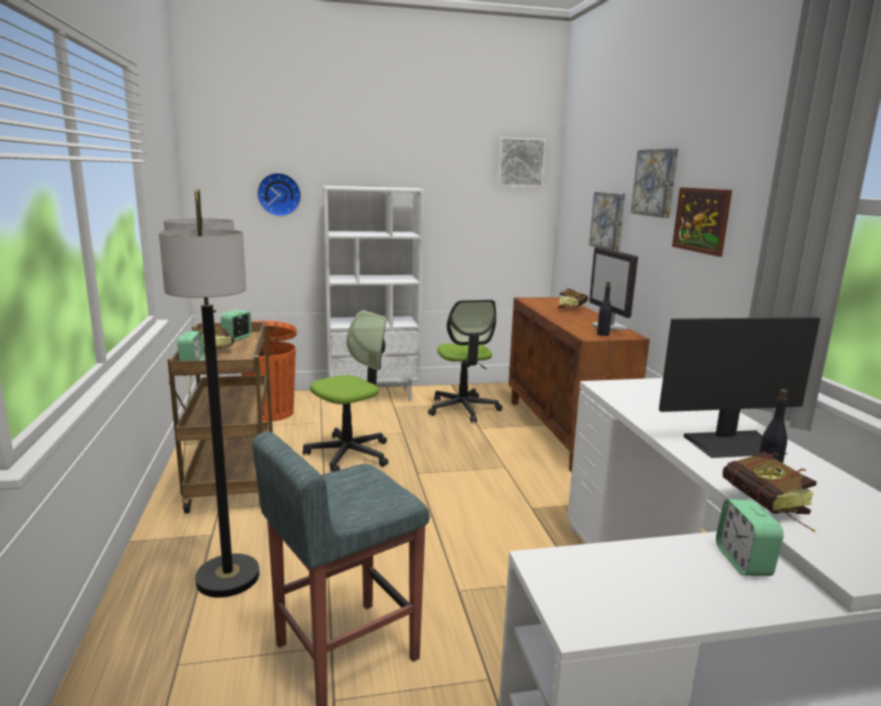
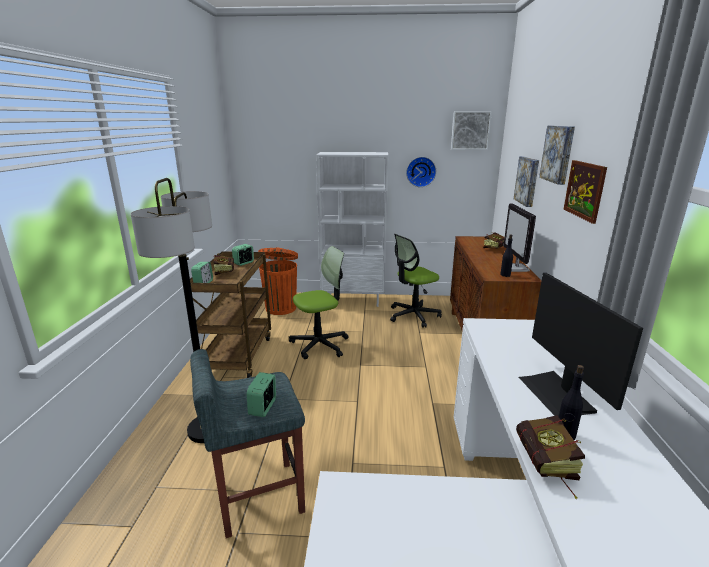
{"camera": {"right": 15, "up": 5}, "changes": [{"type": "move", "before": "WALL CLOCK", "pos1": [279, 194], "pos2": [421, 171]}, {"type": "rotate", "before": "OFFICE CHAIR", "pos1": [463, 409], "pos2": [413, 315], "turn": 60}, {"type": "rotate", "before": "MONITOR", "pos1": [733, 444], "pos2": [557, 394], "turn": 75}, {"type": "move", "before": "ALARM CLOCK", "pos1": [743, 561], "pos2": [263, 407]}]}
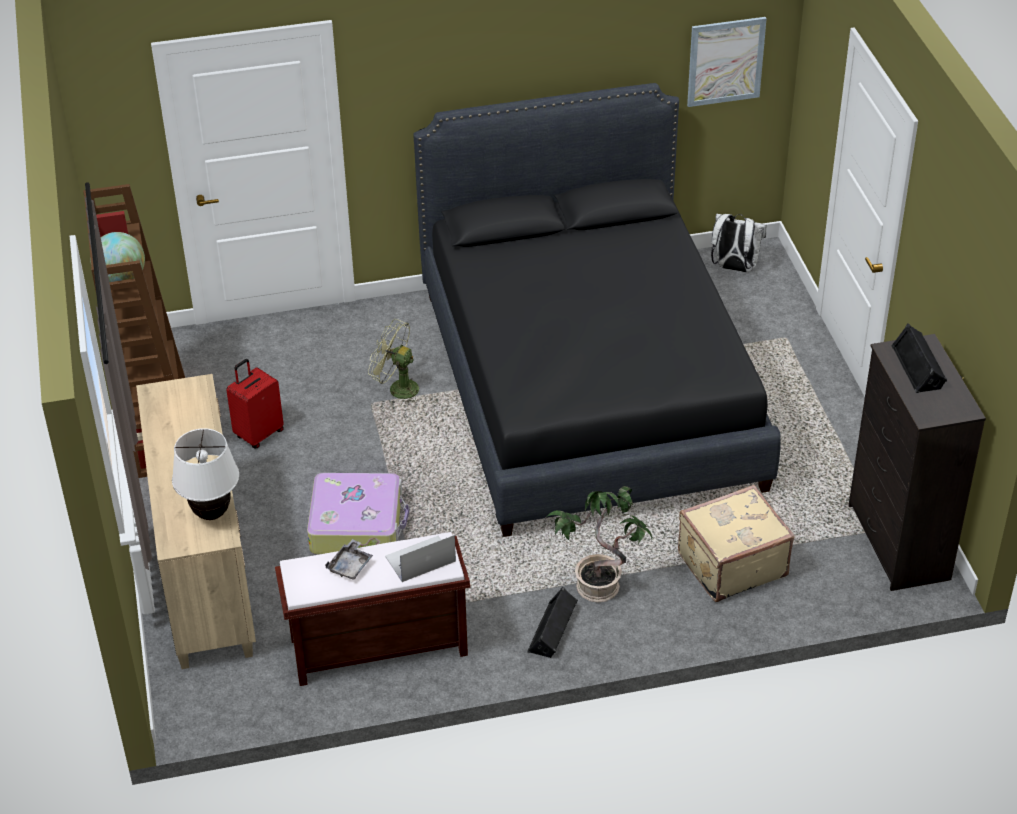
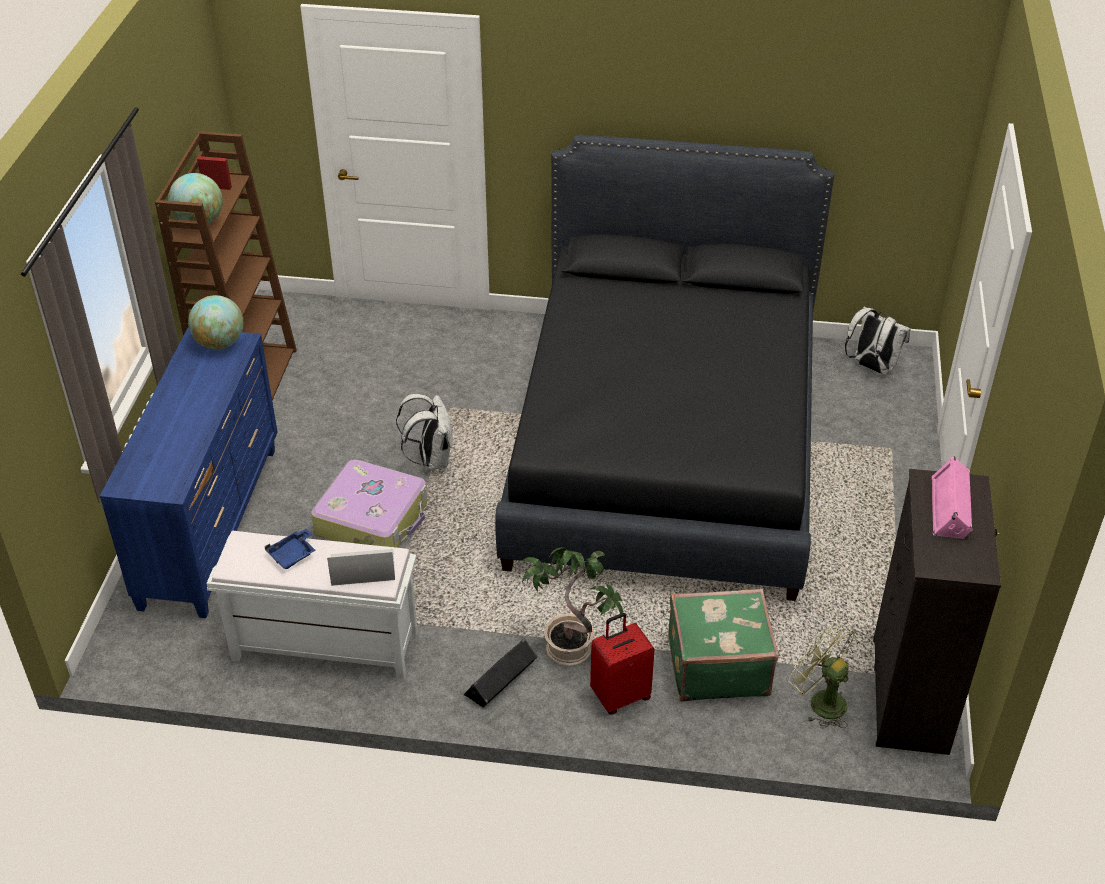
{"camera": {"right": 20, "up": 0}, "changes": [{"type": "recolor", "before": "BEIGE DRESSER", "after": "BLUE DRESSER", "pos1": [206, 573], "pos2": [211, 526]}, {"type": "delete", "before": "WHITE TABLE LAMP", "pos1": [211, 513]}, {"type": "move", "before": "RED SUITCASE", "pos1": [258, 434], "pos2": [620, 695]}, {"type": "recolor", "before": "BROWN BENCH", "after": "WHITE BENCH", "pos1": [377, 648], "pos2": [323, 646]}, {"type": "recolor", "before": "GREY TRAY", "after": "BLUE TRAY", "pos1": [350, 566], "pos2": [293, 554]}, {"type": "move", "before": "GREEN FAN", "pos1": [397, 389], "pos2": [820, 701]}, {"type": "recolor", "before": "BEIGE SUITCASE", "after": "GREEN SUITCASE", "pos1": [730, 564], "pos2": [717, 665]}, {"type": "delete", "before": "PICTURE", "pos1": [725, 61]}, {"type": "recolor", "before": "BLACK SPEAKER", "after": "PINK SPEAKER", "pos1": [919, 366], "pos2": [952, 507]}, {"type": "insert", "after": "GLOBE", "pos2": [220, 343]}, {"type": "insert", "after": "WHITE BACKPACK", "pos2": [431, 459]}]}
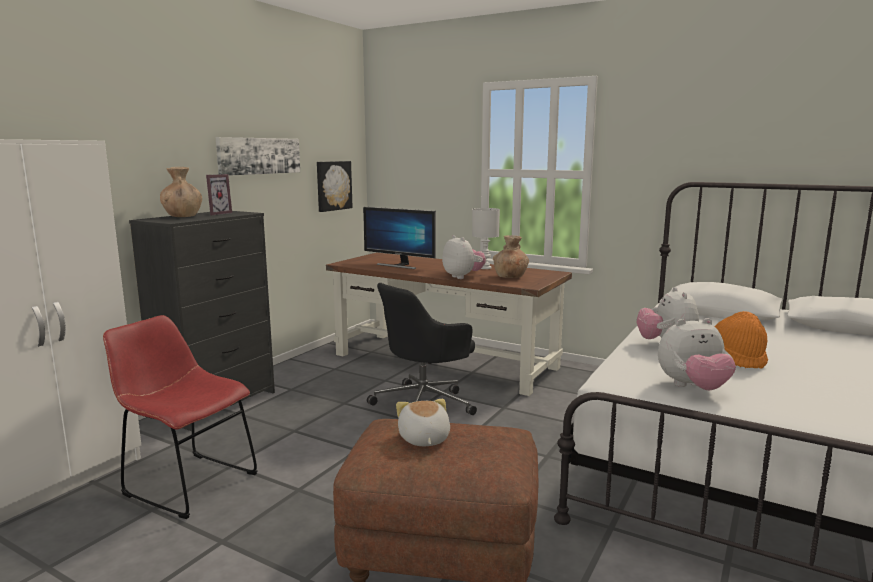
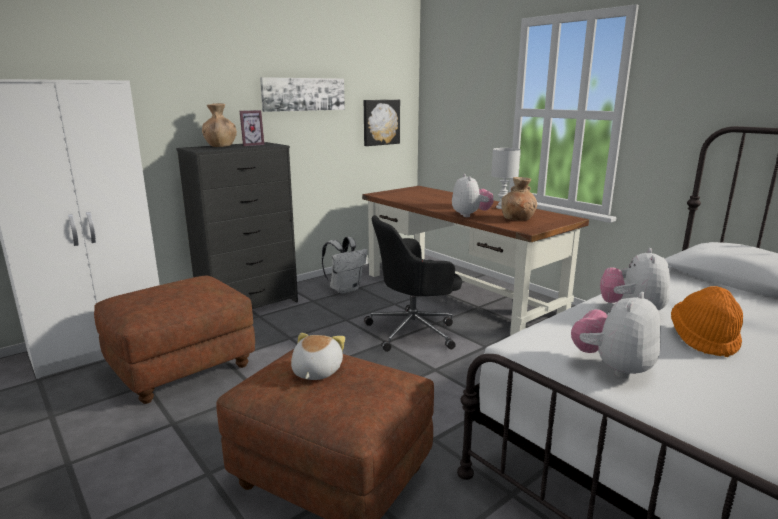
{"camera": {"right": 20, "up": 5}, "changes": [{"type": "replace", "before": "RED CHAIR", "after": "BROWN OTTOMAN", "pos1": [186, 483], "pos2": [183, 368]}, {"type": "delete", "before": "MONITOR", "pos1": [400, 265]}, {"type": "rotate", "before": "PLUSH TOY", "pos1": [693, 388], "pos2": [613, 368], "turn": 120}, {"type": "insert", "after": "WHITE BACKPACK", "pos2": [345, 289]}]}
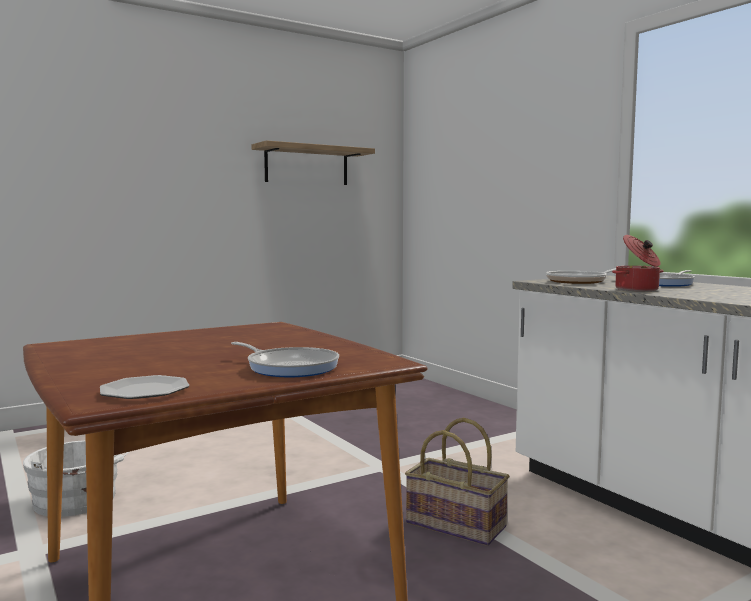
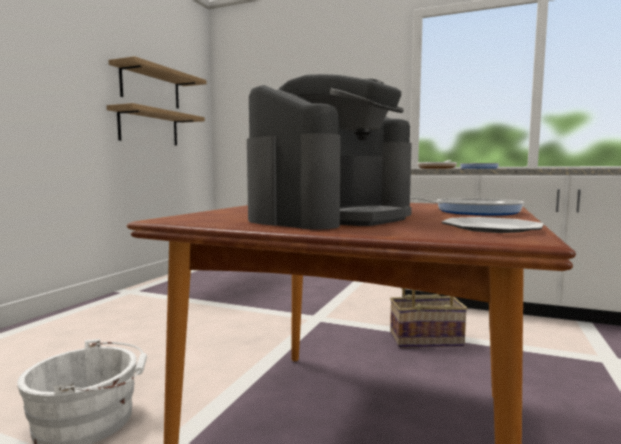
{"camera": {"right": -35, "up": 0}, "changes": [{"type": "delete", "before": "COOKING POT", "pos1": [637, 289]}, {"type": "insert", "after": "SHELF", "pos2": [149, 128]}, {"type": "insert", "after": "COFFEE MACHINE", "pos2": [332, 217]}]}
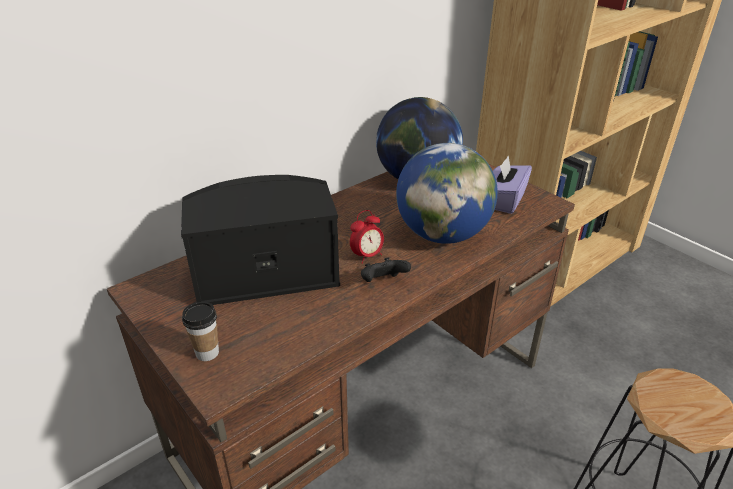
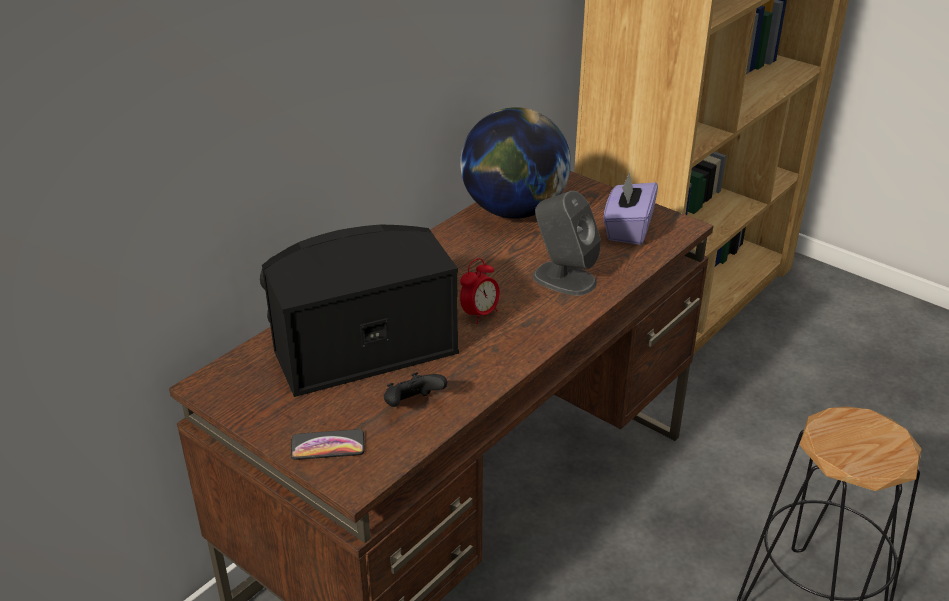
{"camera": {"right": -10, "up": 0}, "changes": [{"type": "replace", "before": "CUP", "after": "PHONE", "pos1": [207, 353], "pos2": [328, 446]}, {"type": "move", "before": "BLACK GAME CONTROLLER", "pos1": [383, 282], "pos2": [412, 405]}, {"type": "replace", "before": "GLOBE", "after": "GREY SPEAKER", "pos1": [442, 234], "pos2": [563, 278]}]}
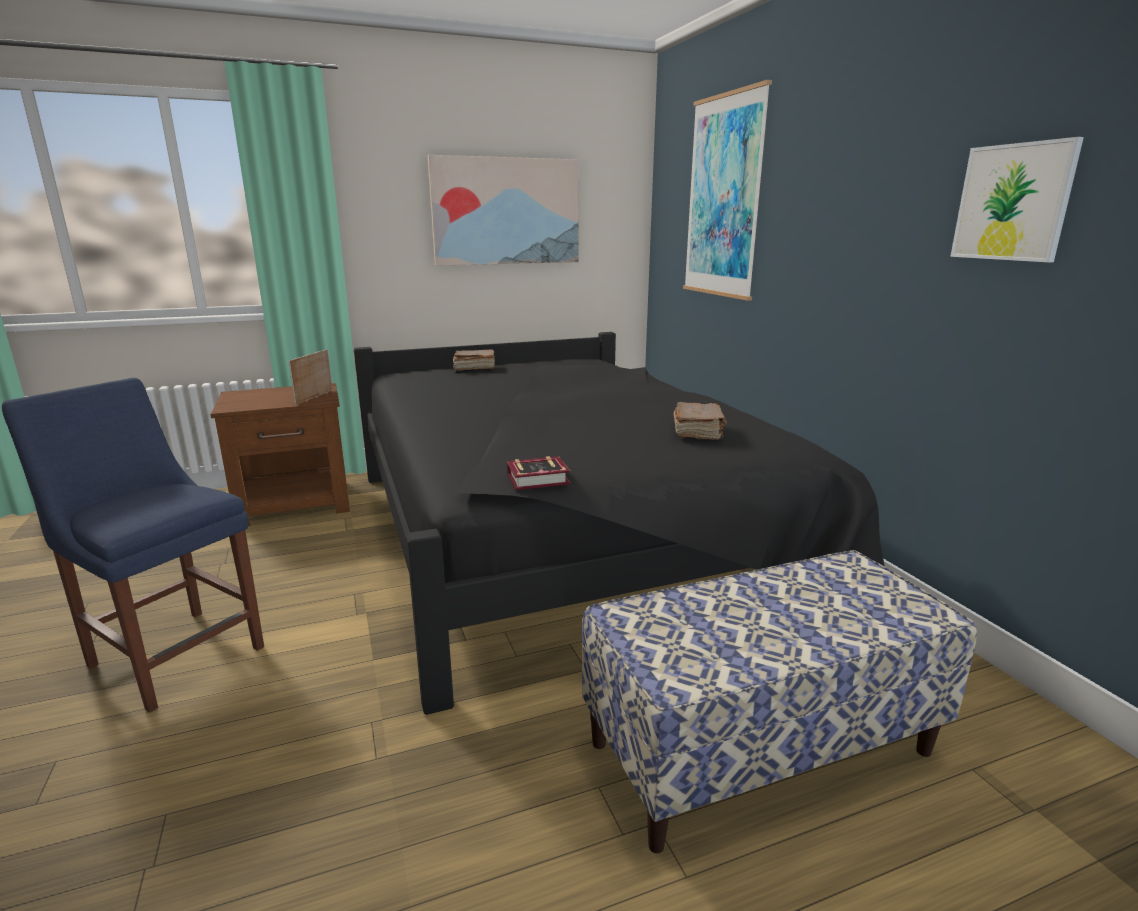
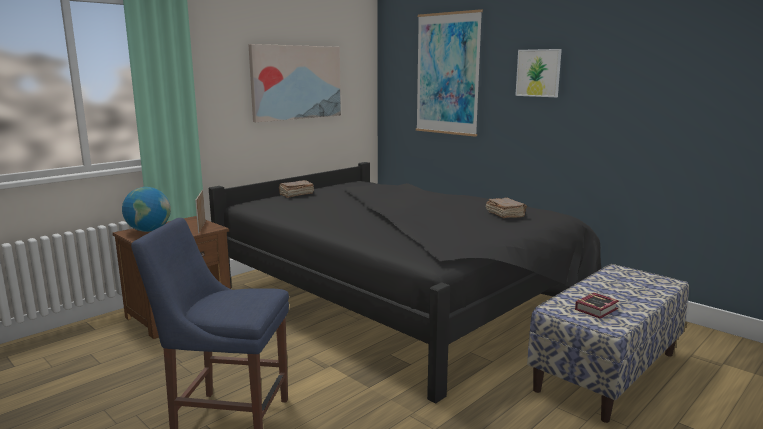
{"camera": {"right": -25, "up": -5}, "changes": [{"type": "move", "before": "BOOK", "pos1": [541, 479], "pos2": [598, 309]}, {"type": "move", "before": "PICTURE", "pos1": [1013, 202], "pos2": [538, 73]}, {"type": "insert", "after": "GLOBE", "pos2": [149, 230]}]}
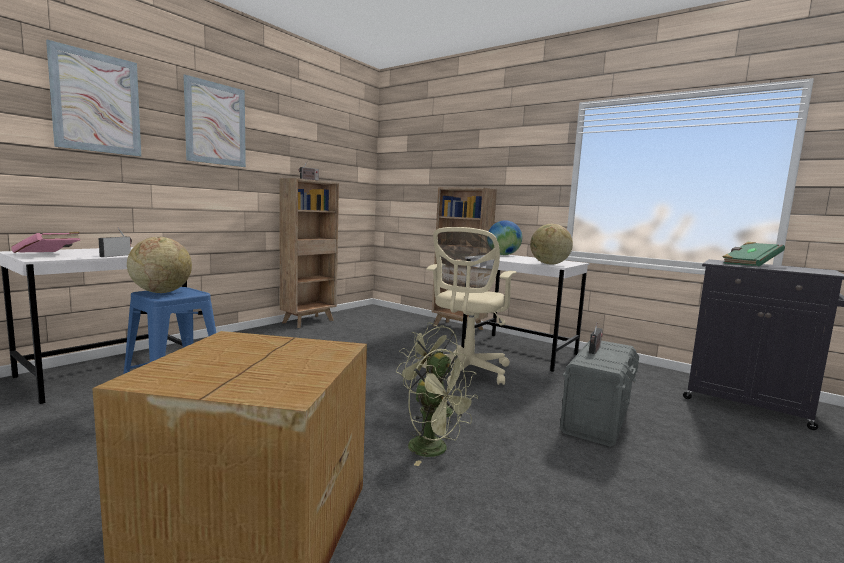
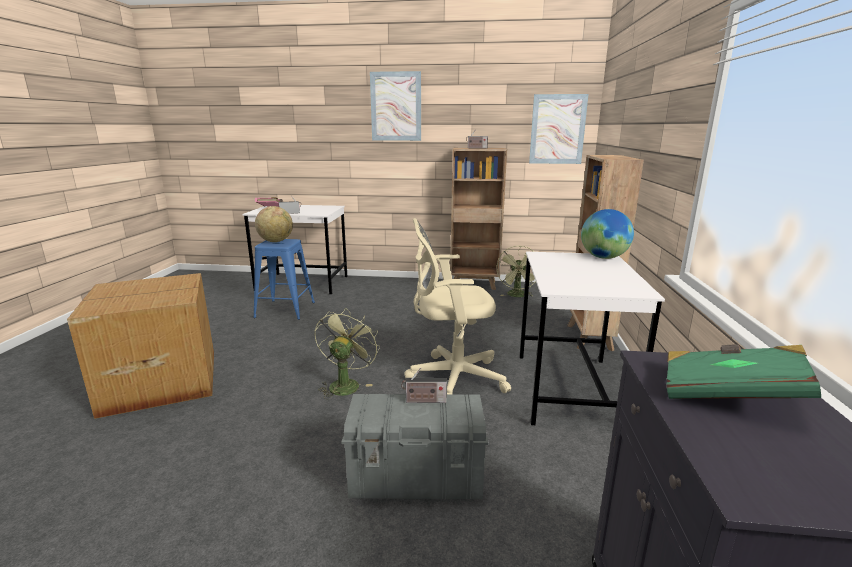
{"camera": {"right": 60, "up": 10}, "changes": [{"type": "move", "before": "PICTURE", "pos1": [97, 103], "pos2": [557, 129]}, {"type": "move", "before": "GREEN FAN", "pos1": [436, 450], "pos2": [517, 296]}, {"type": "delete", "before": "GLOBE", "pos1": [549, 264]}]}
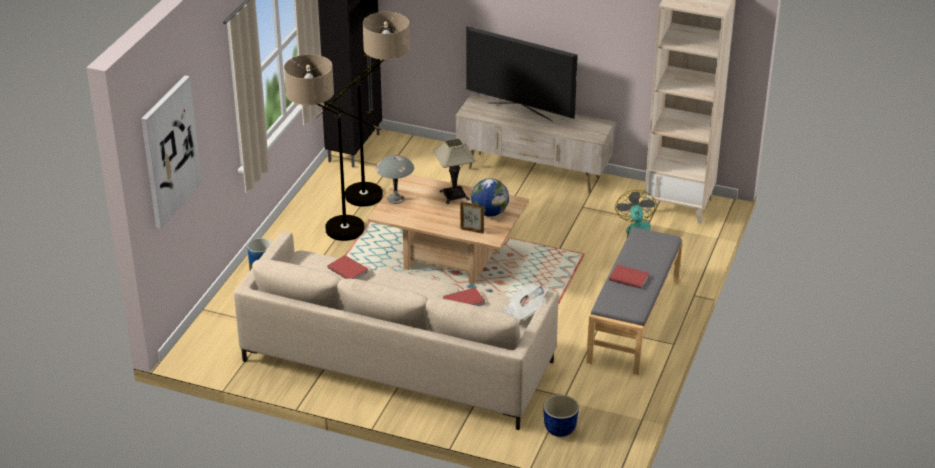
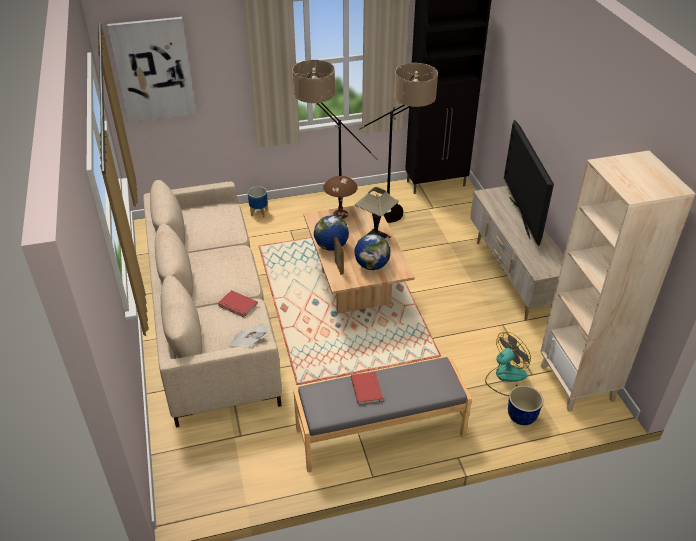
{"camera": {"right": 55, "up": 5}, "changes": [{"type": "delete", "before": "RED BOOK", "pos1": [348, 269]}, {"type": "recolor", "before": "GREY TABLE LAMP", "after": "BROWN TABLE LAMP", "pos1": [396, 199], "pos2": [340, 214]}, {"type": "move", "before": "PLANTER", "pos1": [559, 430], "pos2": [521, 416]}, {"type": "insert", "after": "GLOBE", "pos2": [331, 246]}]}
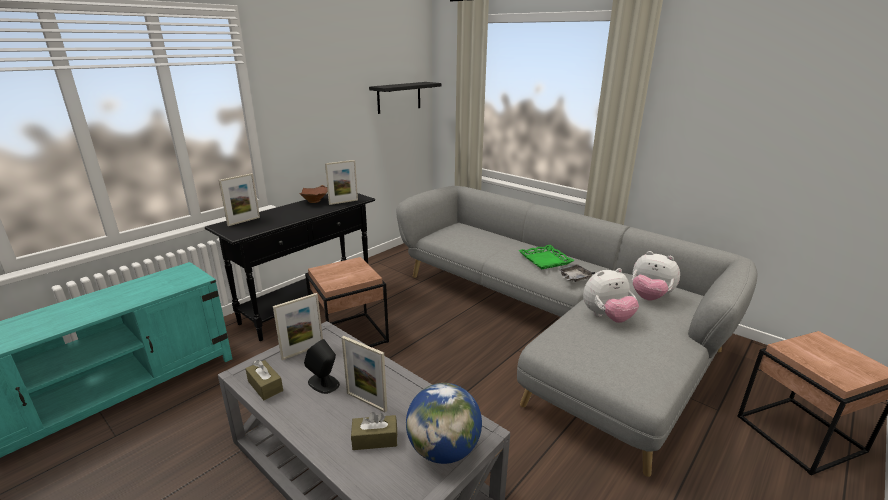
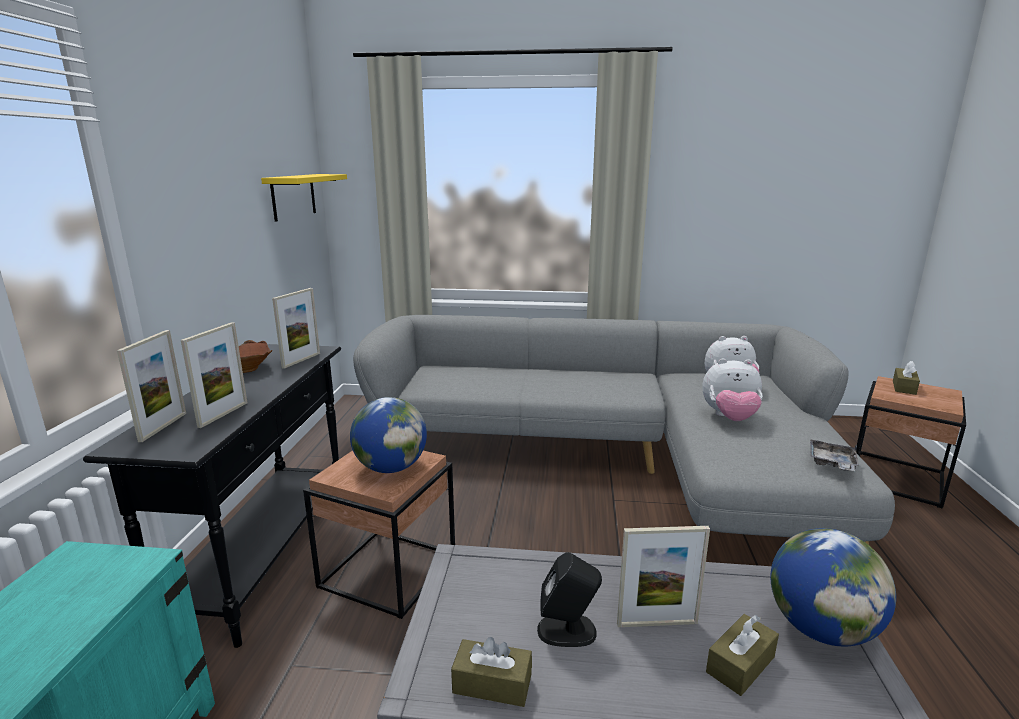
{"camera": {"right": -35, "up": -5}, "changes": [{"type": "move", "before": "PICTURE FRAME", "pos1": [302, 351], "pos2": [223, 414]}, {"type": "recolor", "before": "BLACK SHELF", "after": "YELLOW SHELF", "pos1": [399, 97], "pos2": [293, 196]}, {"type": "delete", "before": "GREEN TRAY", "pos1": [545, 260]}, {"type": "move", "before": "GREY TRAY", "pos1": [574, 277], "pos2": [832, 463]}, {"type": "rotate", "before": "PLUSH TOY", "pos1": [606, 317], "pos2": [729, 418], "turn": 60}, {"type": "insert", "after": "GLOBE", "pos2": [391, 468]}, {"type": "insert", "after": "BROWN TISSUE BOX", "pos2": [904, 387]}]}
